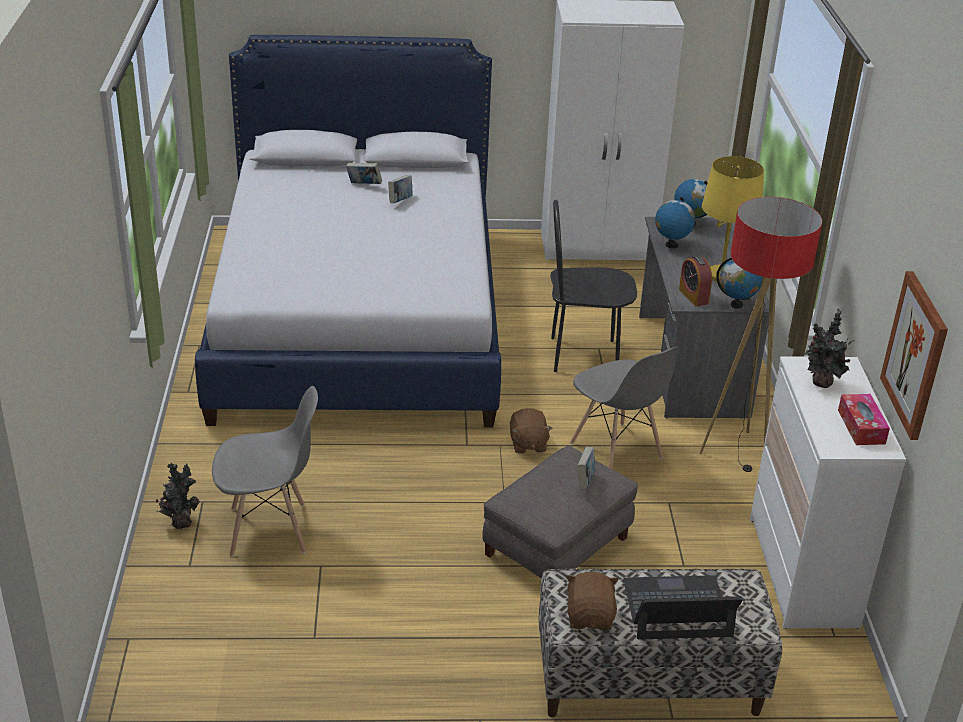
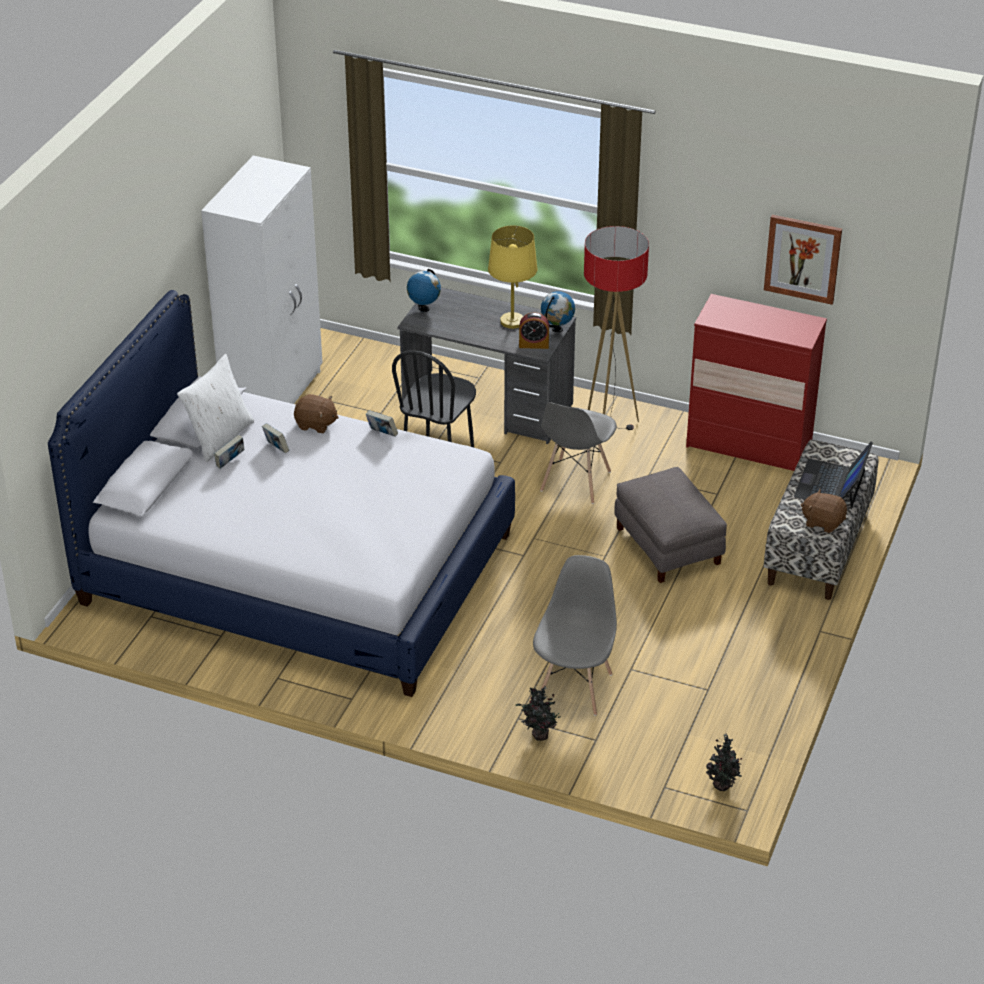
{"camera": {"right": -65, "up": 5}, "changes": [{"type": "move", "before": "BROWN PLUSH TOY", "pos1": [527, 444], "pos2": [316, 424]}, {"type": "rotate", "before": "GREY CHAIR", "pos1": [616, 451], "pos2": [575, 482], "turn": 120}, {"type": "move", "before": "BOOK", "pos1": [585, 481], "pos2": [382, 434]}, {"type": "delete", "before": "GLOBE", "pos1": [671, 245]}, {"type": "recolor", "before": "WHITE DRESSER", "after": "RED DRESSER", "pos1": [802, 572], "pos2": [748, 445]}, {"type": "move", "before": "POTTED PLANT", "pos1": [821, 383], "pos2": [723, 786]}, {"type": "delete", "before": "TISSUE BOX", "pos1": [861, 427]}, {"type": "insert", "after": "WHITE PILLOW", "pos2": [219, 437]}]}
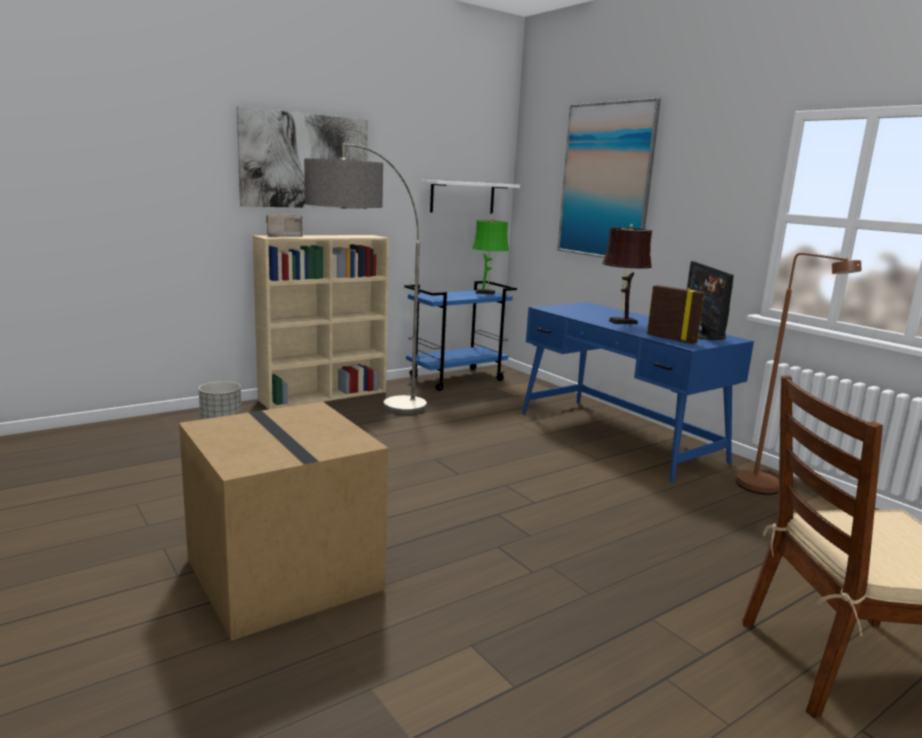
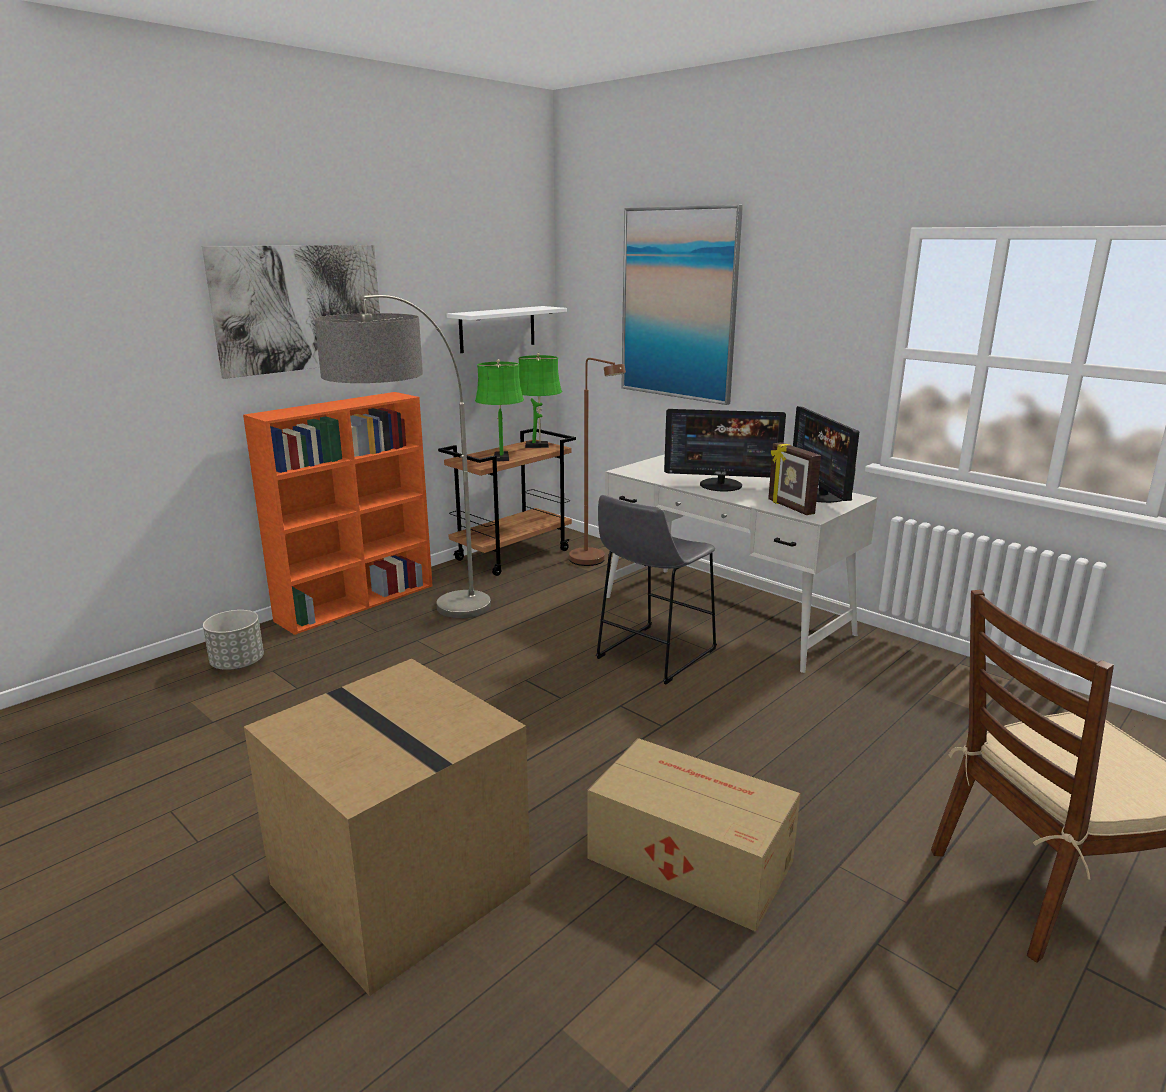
{"camera": {"right": -10, "up": 5}, "changes": [{"type": "recolor", "before": "BEIGE BOOKCASE", "after": "ORANGE BOOKCASE", "pos1": [325, 395], "pos2": [358, 602]}, {"type": "delete", "before": "RADIO", "pos1": [284, 236]}, {"type": "recolor", "before": "BLUE CART", "after": "BROWN CART", "pos1": [457, 379], "pos2": [513, 554]}, {"type": "recolor", "before": "BLUE DESK", "after": "WHITE DESK", "pos1": [618, 437], "pos2": [725, 615]}, {"type": "replace", "before": "BROWN TABLE LAMP", "after": "MONITOR", "pos1": [620, 322], "pos2": [721, 485]}, {"type": "rotate", "before": "PICTURE FRAME", "pos1": [671, 339], "pos2": [790, 507], "turn": -150}, {"type": "move", "before": "BROWN FLOOR LAMP", "pos1": [768, 490], "pos2": [593, 562]}, {"type": "insert", "after": "GREEN TABLE LAMP", "pos2": [501, 457]}, {"type": "insert", "after": "CARDBOARD BOX", "pos2": [687, 858]}, {"type": "insert", "after": "GREY STOOL", "pos2": [652, 656]}]}
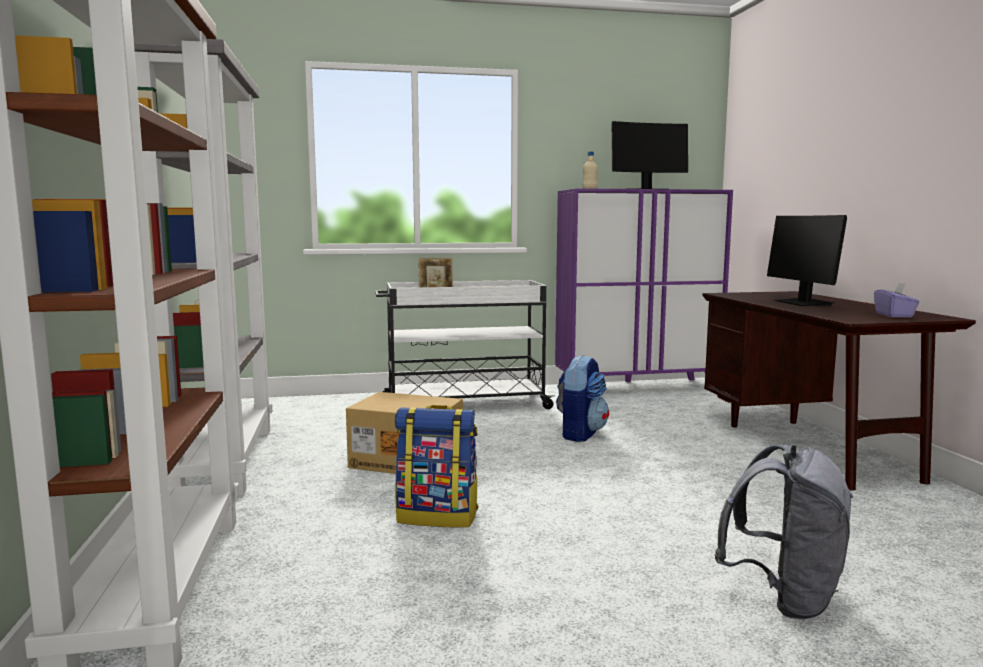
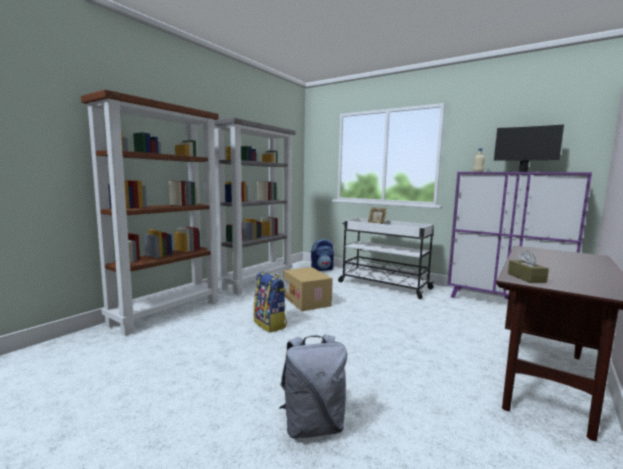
{"camera": {"right": 45, "up": 0}, "changes": [{"type": "move", "before": "BACKPACK", "pos1": [580, 433], "pos2": [322, 269]}, {"type": "delete", "before": "MONITOR", "pos1": [803, 303]}, {"type": "delete", "before": "PURPLE TISSUE BOX", "pos1": [894, 315]}, {"type": "insert", "after": "BROWN TISSUE BOX", "pos2": [526, 278]}]}
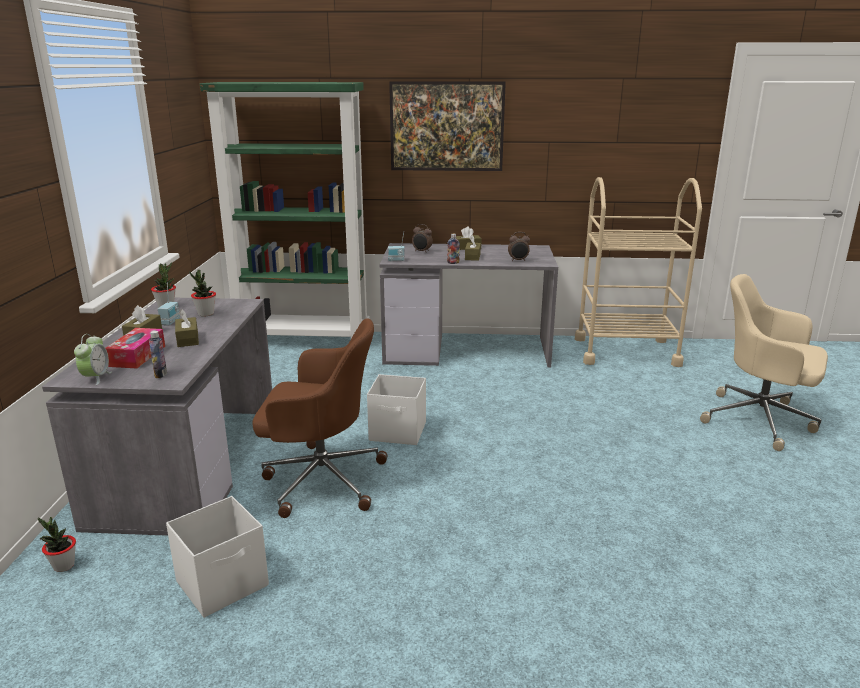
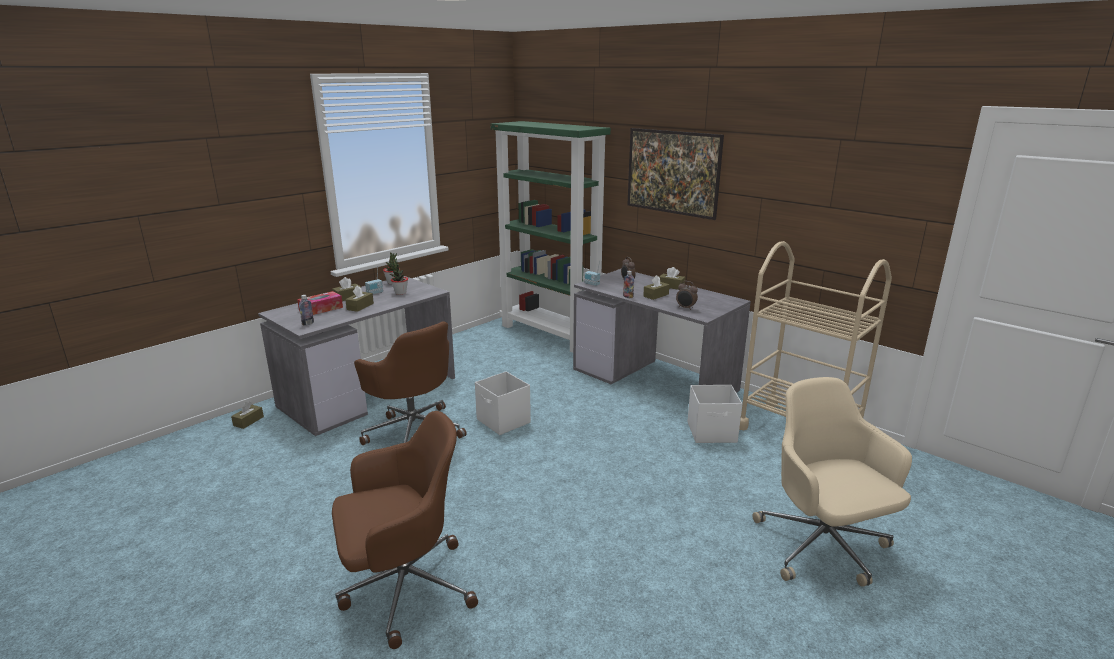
{"camera": {"right": 40, "up": 0}, "changes": [{"type": "replace", "before": "POTTED PLANT", "after": "BROWN TISSUE BOX", "pos1": [64, 566], "pos2": [248, 421]}, {"type": "delete", "before": "ALARM CLOCK", "pos1": [96, 378]}, {"type": "move", "before": "WHITE STORAGE BOX", "pos1": [224, 583], "pos2": [712, 433]}, {"type": "insert", "after": "BROWN OFFICE CHAIR", "pos2": [404, 588]}]}
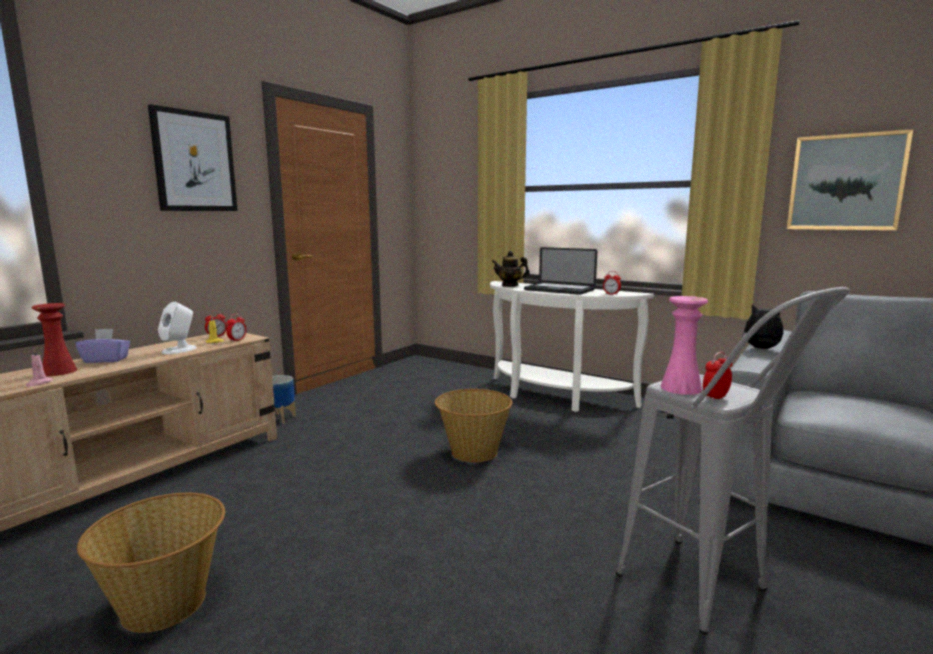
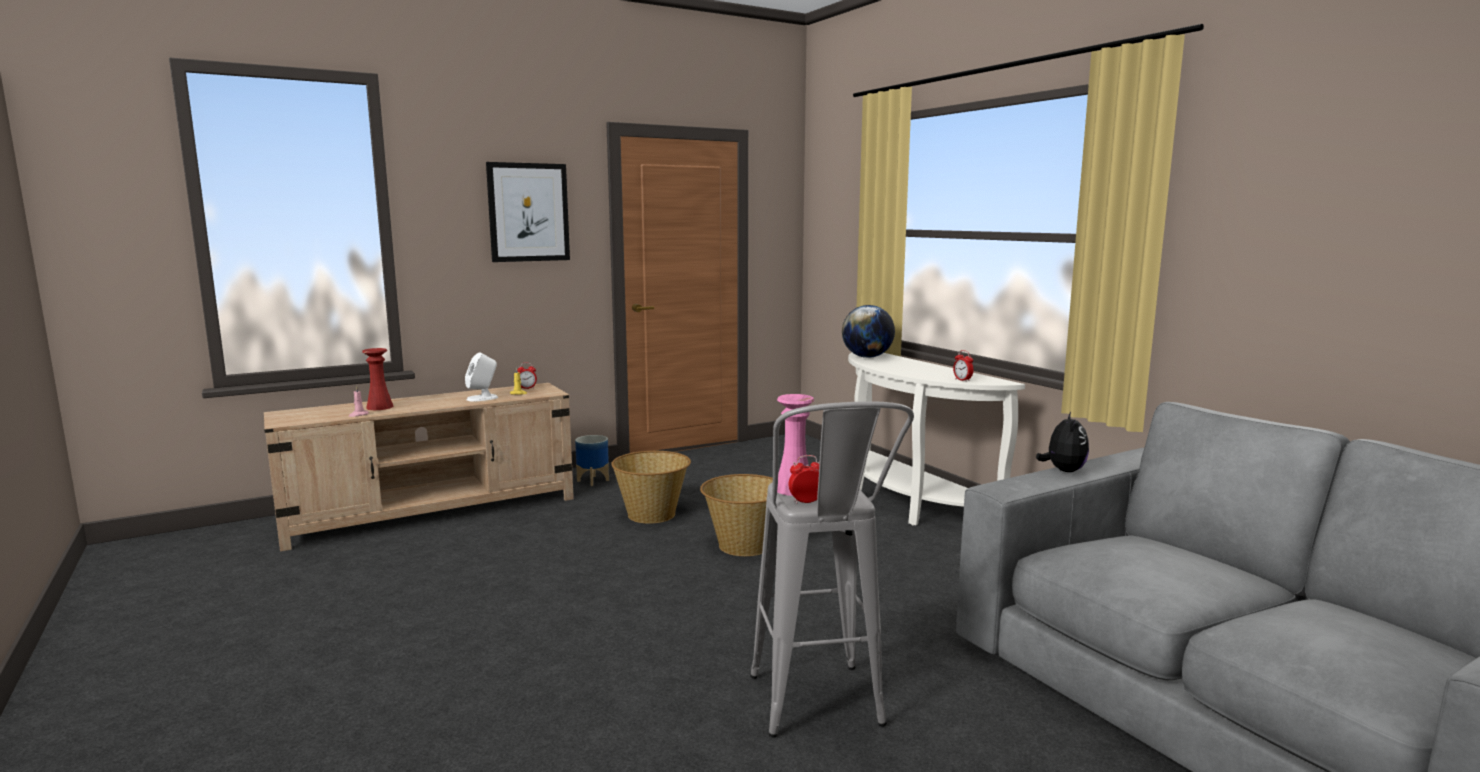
{"camera": {"right": 25, "up": 0}, "changes": [{"type": "delete", "before": "PURPLE TISSUE BOX", "pos1": [106, 360]}, {"type": "move", "before": "BASKET", "pos1": [166, 604], "pos2": [652, 515]}, {"type": "delete", "before": "ALARM CLOCK", "pos1": [237, 340]}, {"type": "replace", "before": "TEAPOT", "after": "GLOBE", "pos1": [510, 285], "pos2": [867, 357]}, {"type": "delete", "before": "LAPTOP", "pos1": [559, 290]}, {"type": "rotate", "before": "PLUSH TOY", "pos1": [762, 349], "pos2": [1063, 470], "turn": 60}, {"type": "delete", "before": "PICTURE", "pos1": [845, 182]}]}
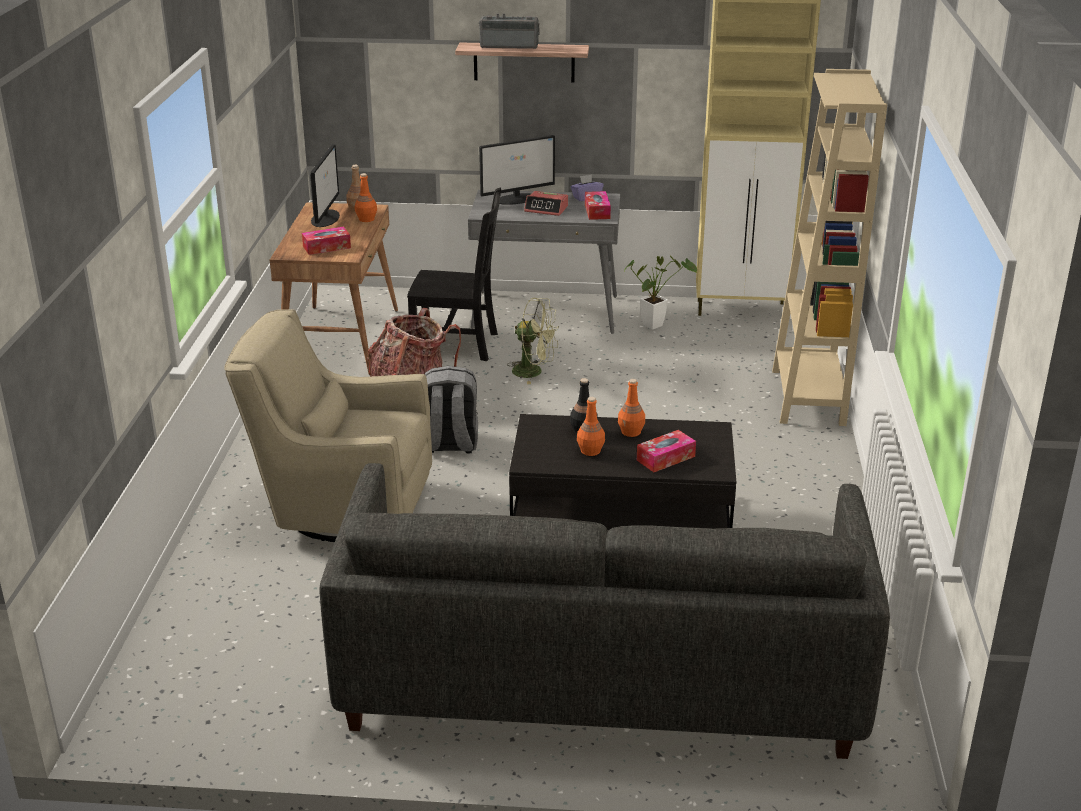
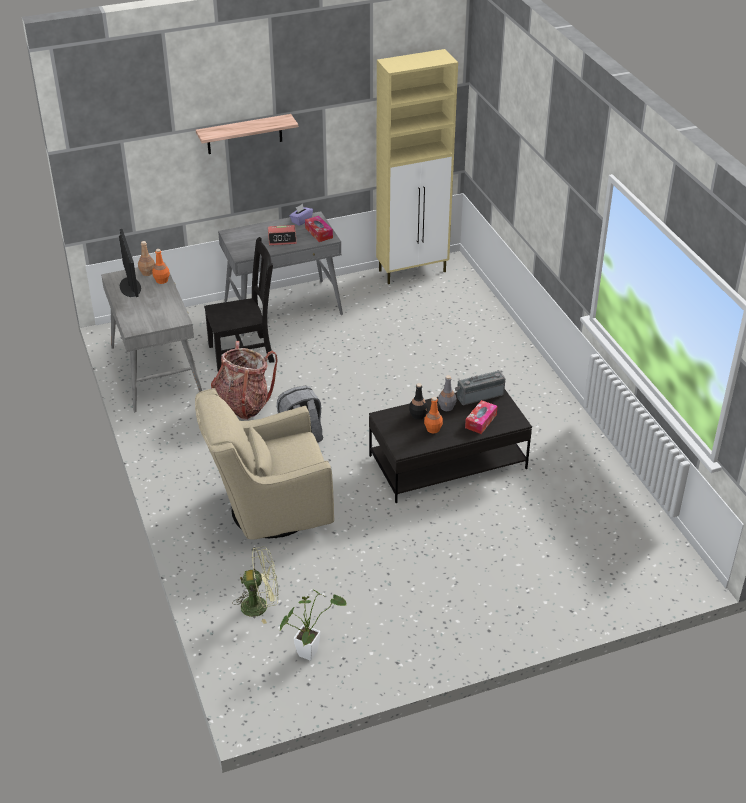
{"camera": {"right": -25, "up": 10}, "changes": [{"type": "recolor", "before": "BROWN DESK", "after": "GREY DESK", "pos1": [340, 339], "pos2": [155, 371]}, {"type": "delete", "before": "TISSUE BOX", "pos1": [326, 247]}, {"type": "delete", "before": "GREY SOFA", "pos1": [600, 676]}, {"type": "move", "before": "RADIO", "pos1": [509, 46], "pos2": [479, 395]}, {"type": "delete", "before": "MONITOR", "pos1": [517, 199]}, {"type": "move", "before": "GREEN FAN", "pos1": [534, 372], "pos2": [260, 605]}, {"type": "recolor", "before": "ORANGE BOTTLE", "after": "GREY BOTTLE", "pos1": [631, 432], "pos2": [447, 407]}, {"type": "move", "before": "POTTED PLANT", "pos1": [656, 324], "pos2": [310, 650]}, {"type": "delete", "before": "BEIGE BOOKCASE", "pos1": [808, 397]}]}
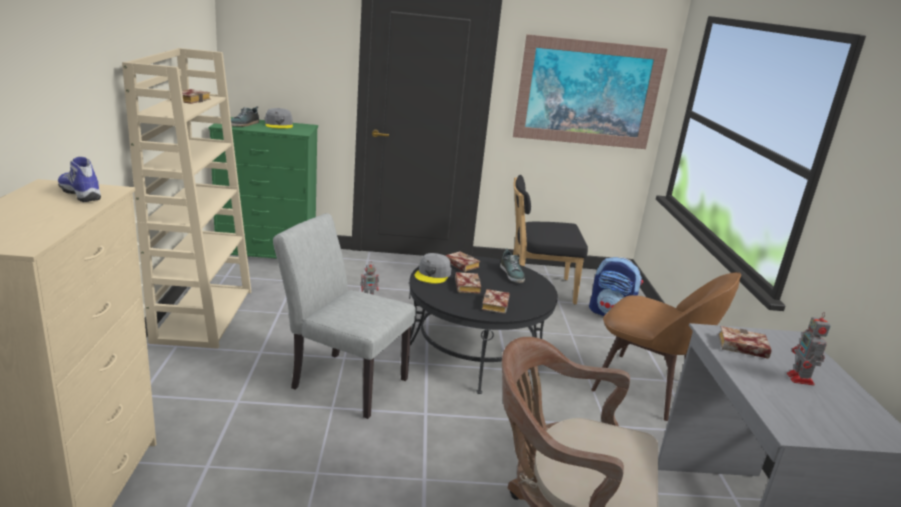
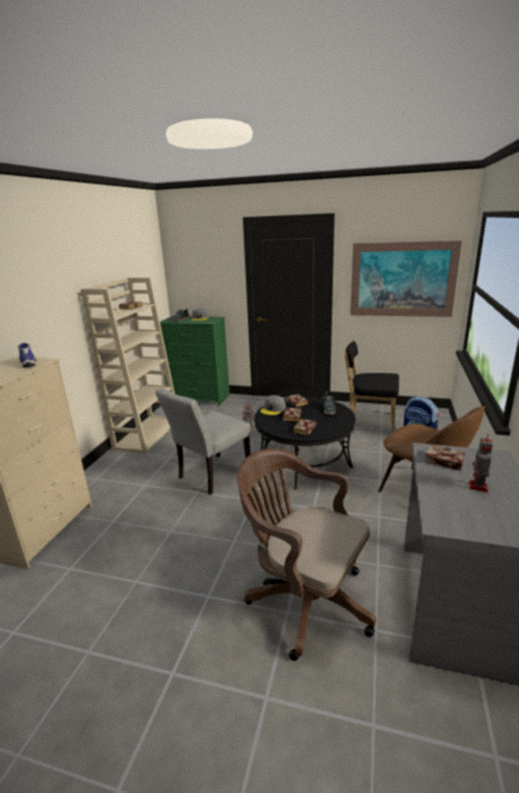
{"camera": {"right": 20, "up": 0}, "changes": [{"type": "rotate", "before": "GREY CHAIR", "pos1": [342, 381], "pos2": [210, 476], "turn": -90}]}
